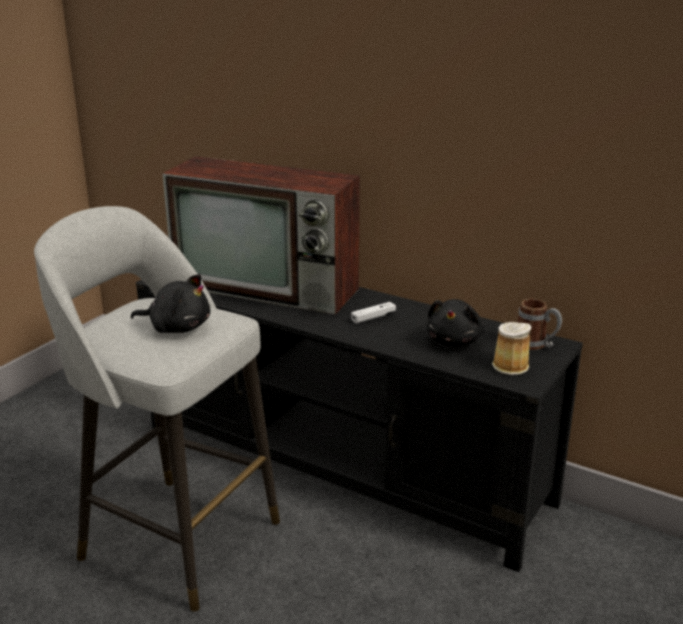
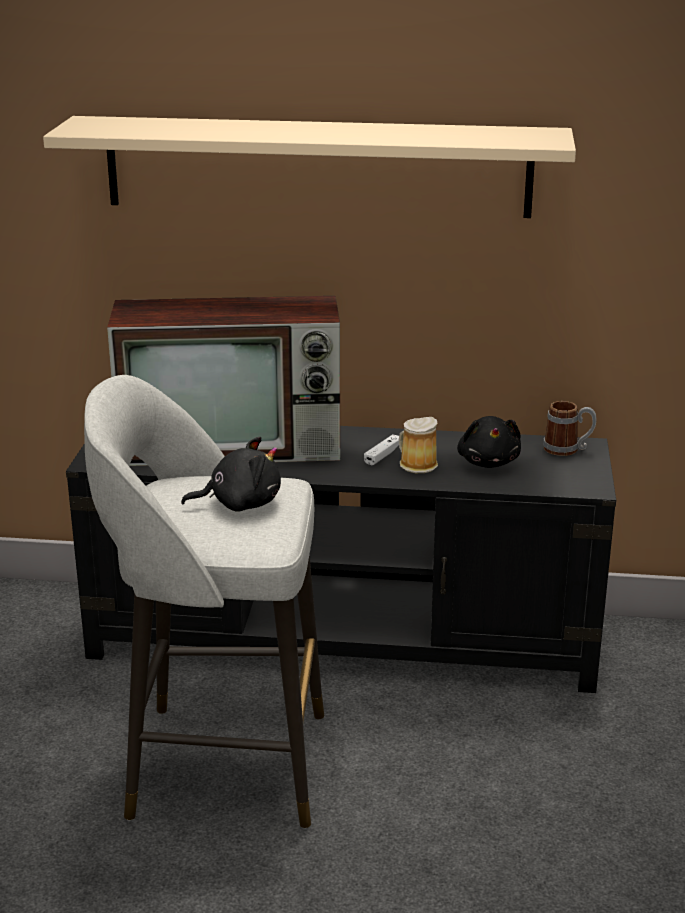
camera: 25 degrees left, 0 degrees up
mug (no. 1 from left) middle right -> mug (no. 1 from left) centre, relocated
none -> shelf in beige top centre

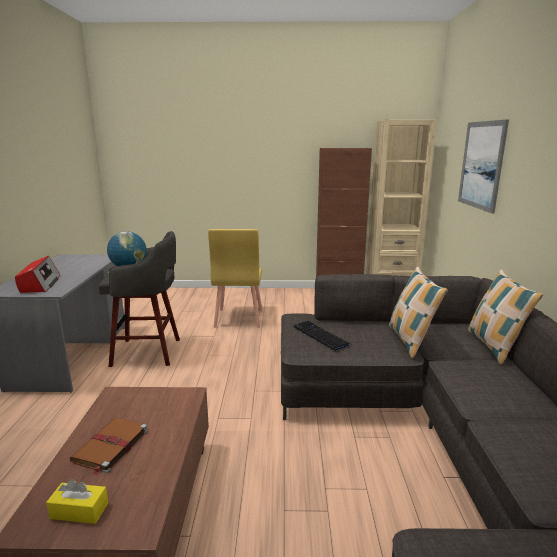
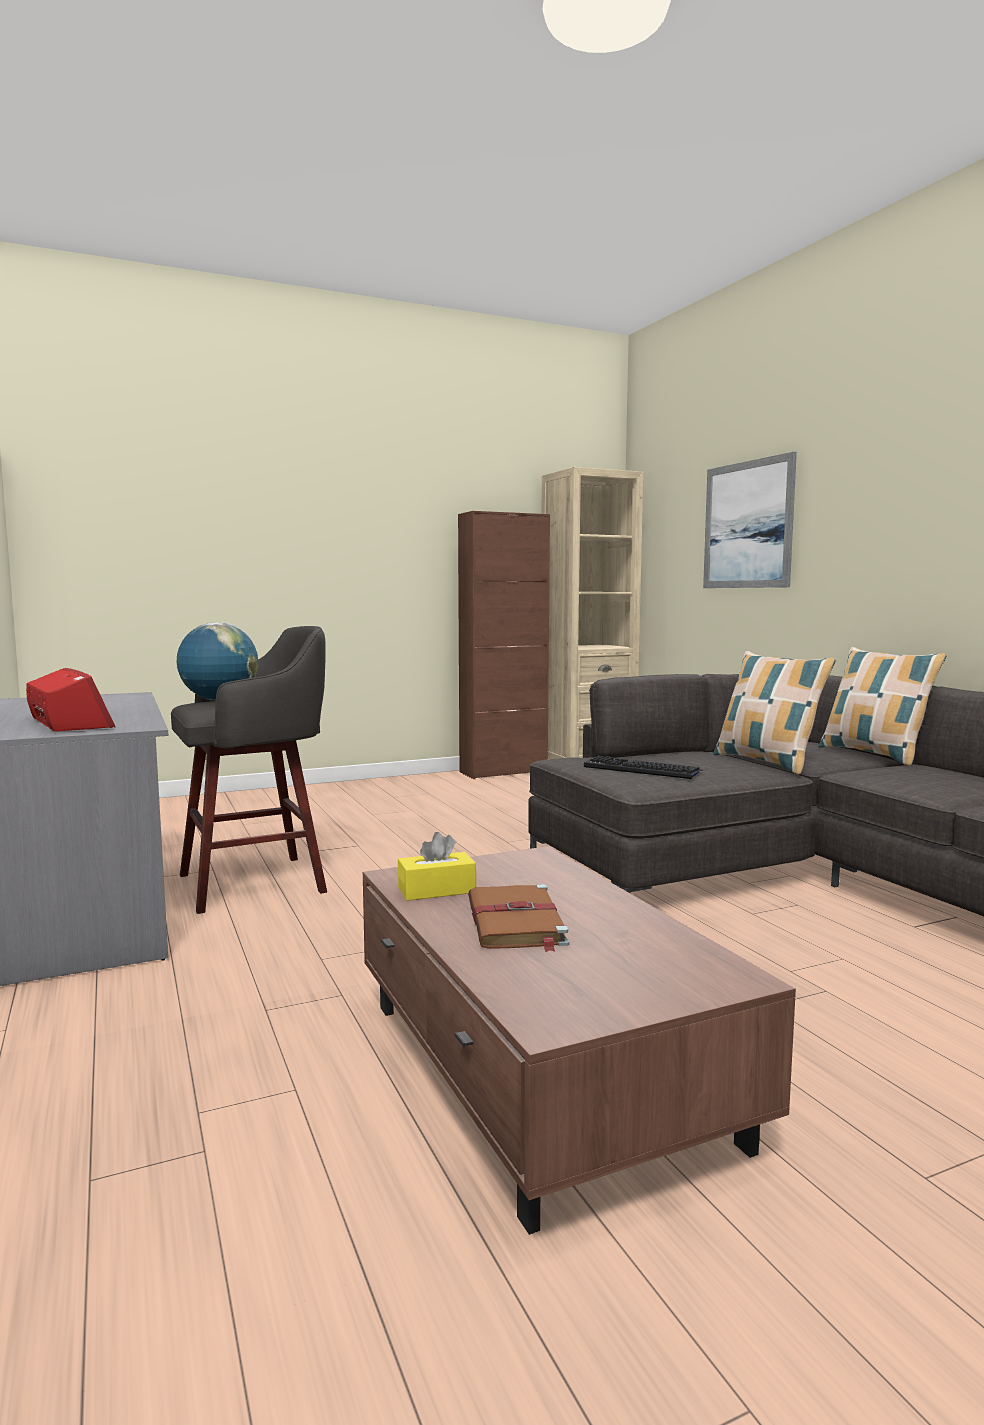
camera: 25 degrees left, 10 degrees down
chair in yellow centre -> none
tissue box in yellow bottom left -> tissue box in yellow centre, relocated

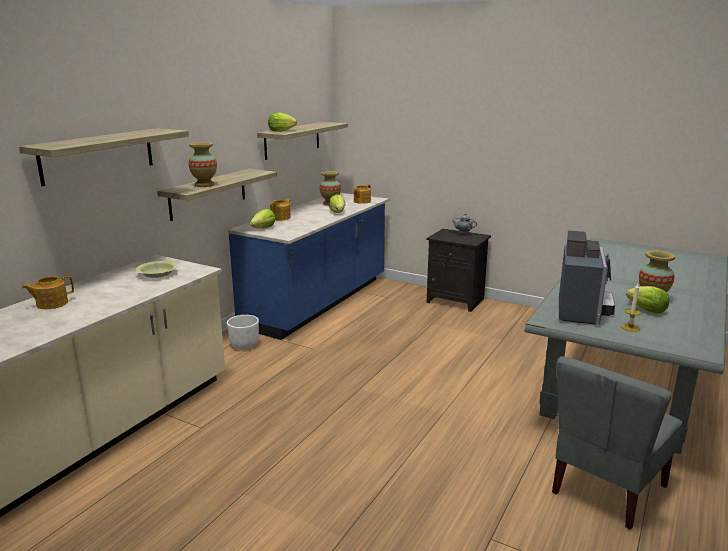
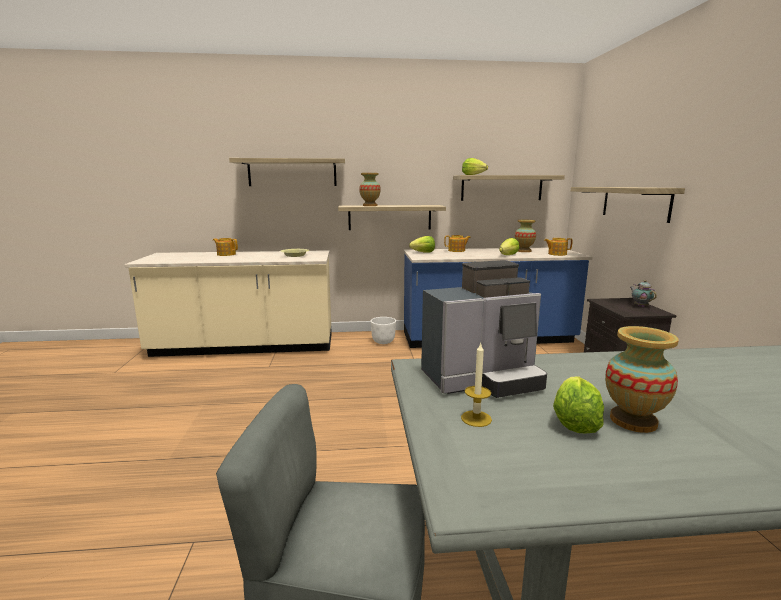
camera: 55 degrees right, 5 degrees down
none -> shelf (no. 4 from left) middle right

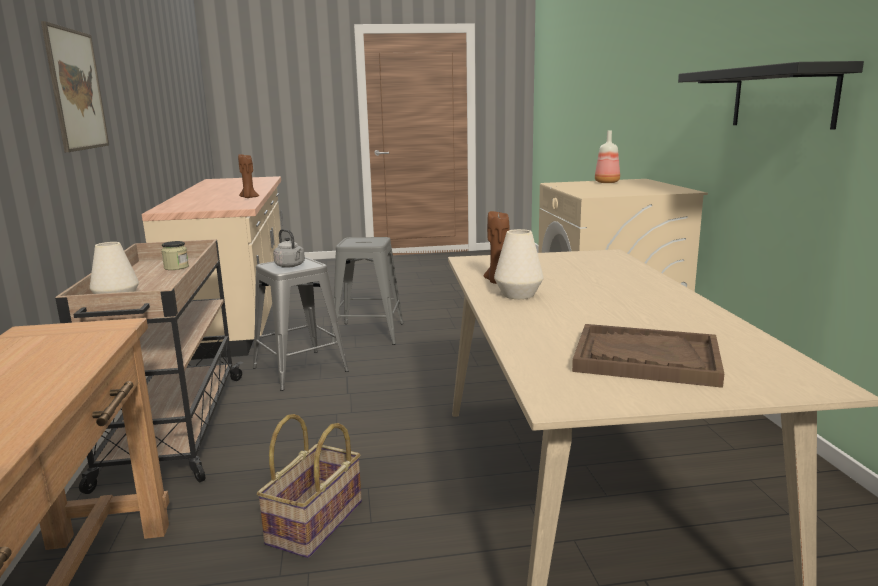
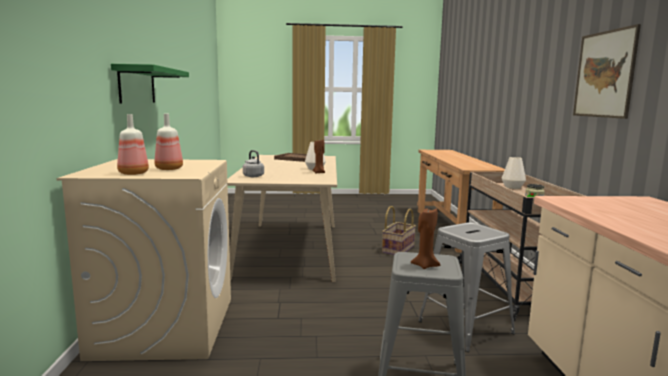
camera: 175 degrees left, 5 degrees down
shelf in black top right -> shelf in green top left
candle in brown (no. 1 from left in the first image) top left -> candle in brown (no. 2 from left) centre, relocated
kettle in grey middle left -> kettle in grey centre, relocated
none -> bottle (no. 2 from left) middle left

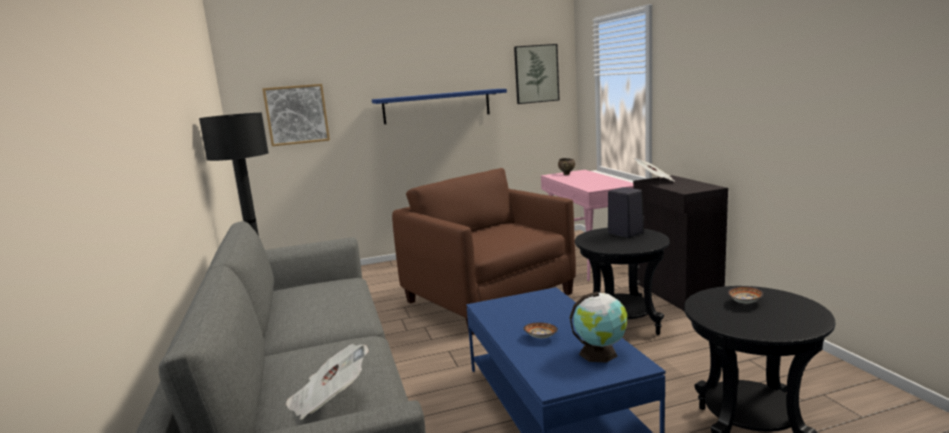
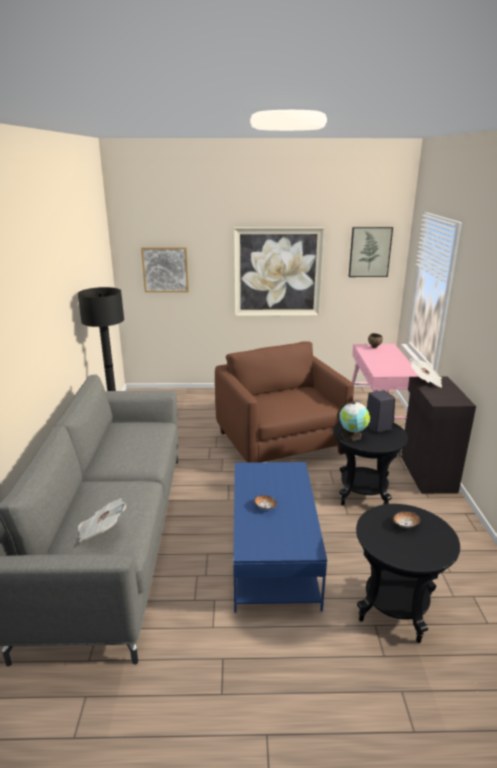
camera: 15 degrees right, 10 degrees up
shelf in blue top centre -> picture (no. 2 from left) centre
globe bottom centre -> globe middle right, relocated

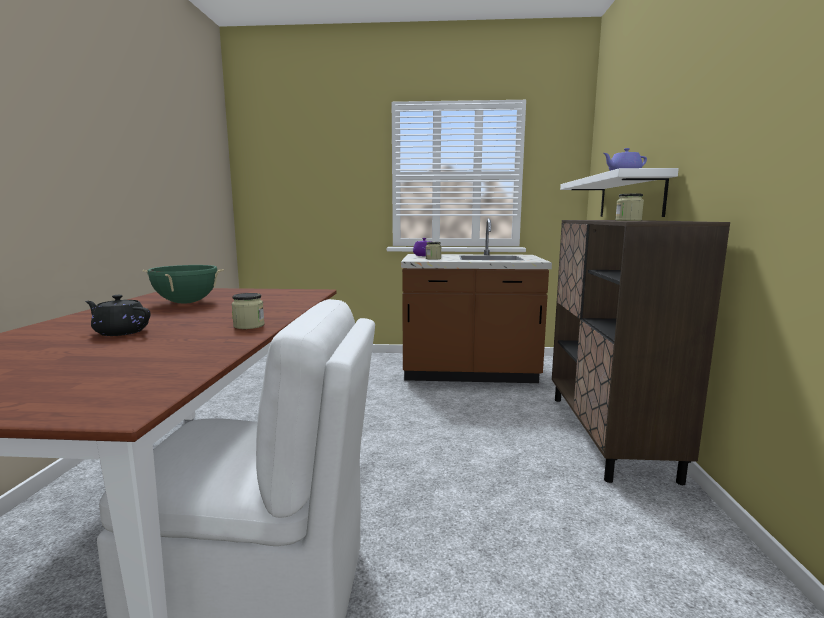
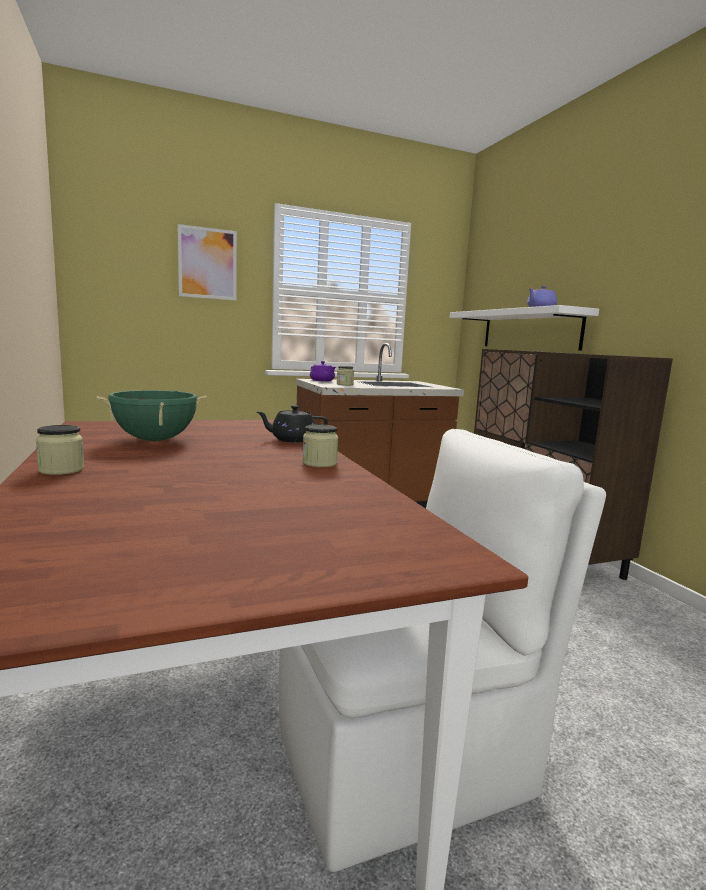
camera: 25 degrees left, 0 degrees up
jar (no. 3 from left in the first image) middle right -> jar (no. 1 from left) middle left, relocated
teapot in black middle left -> teapot in black centre, relocated
none -> picture top left

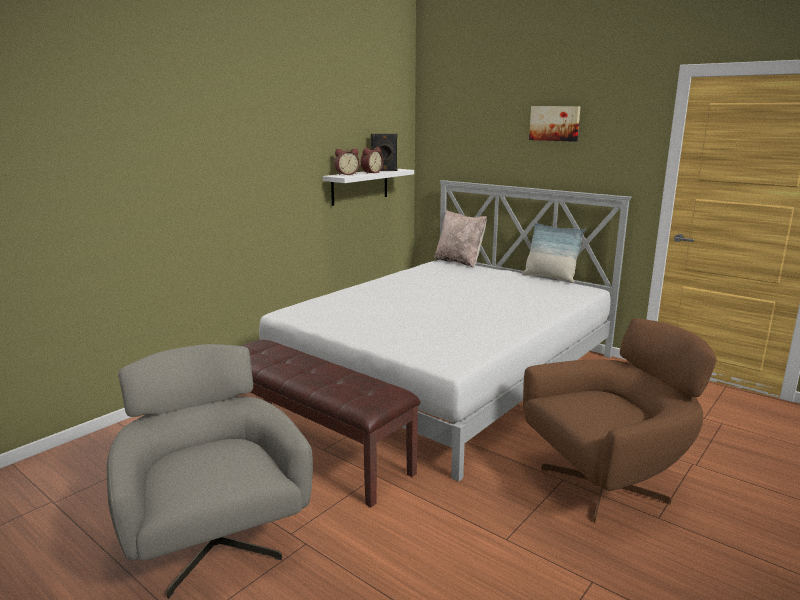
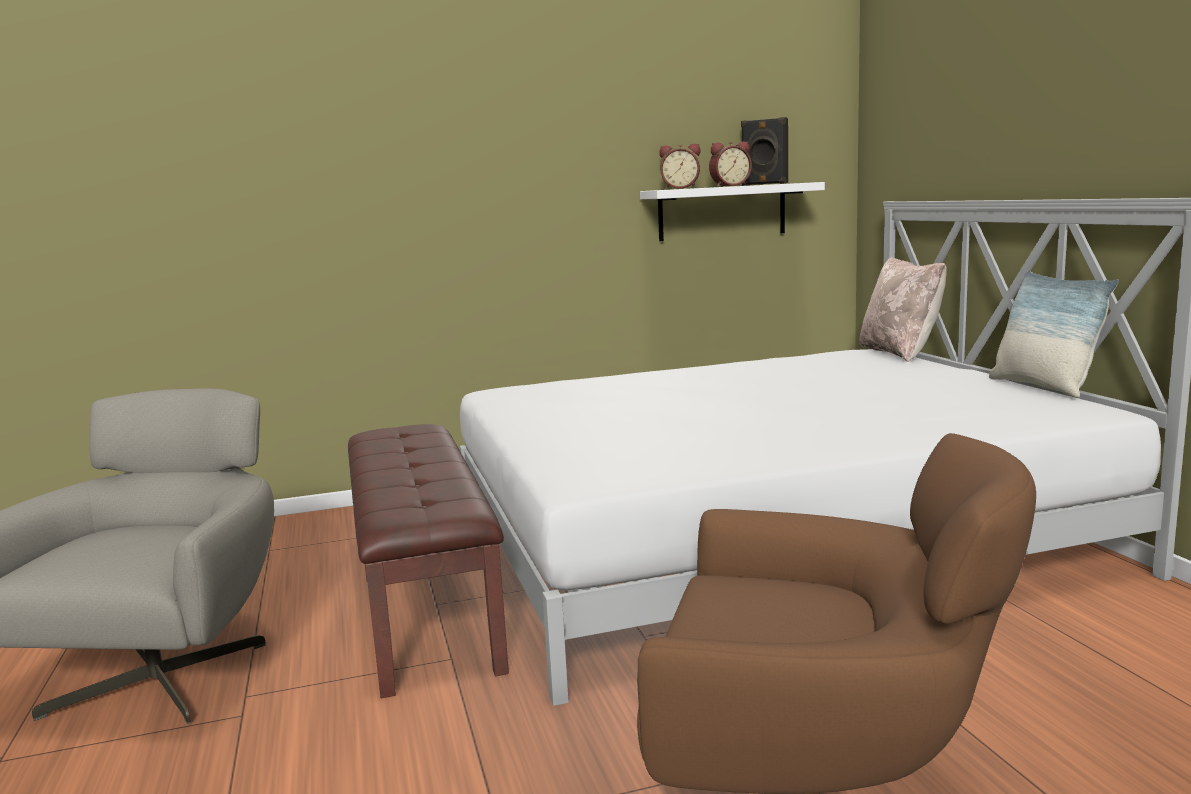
camera: 35 degrees right, 5 degrees down
picture top right -> none

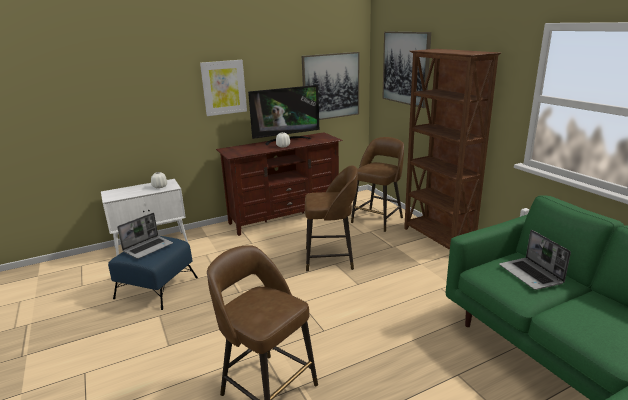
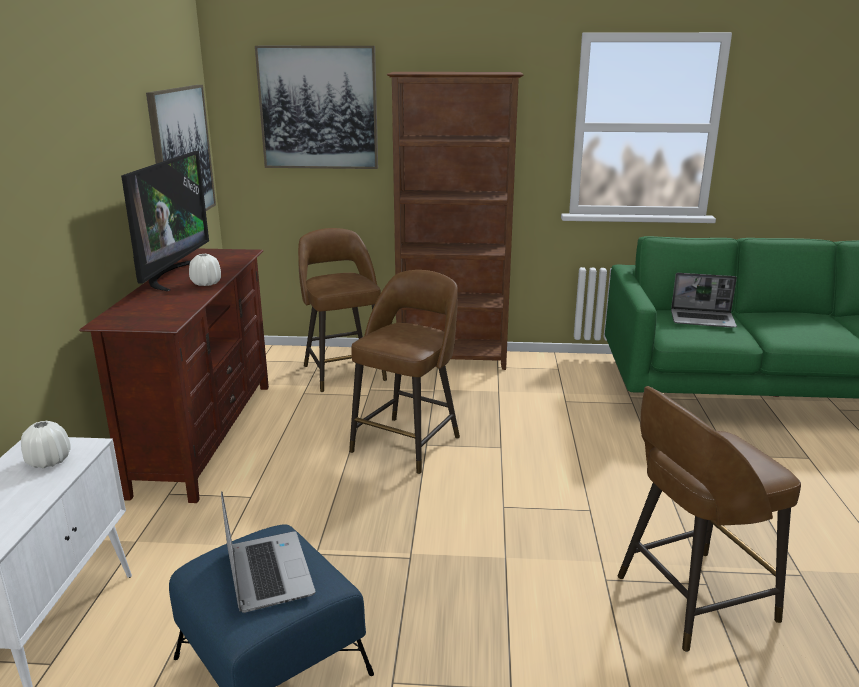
camera: 60 degrees left, 0 degrees up
picture (no. 1 from left) top centre -> none

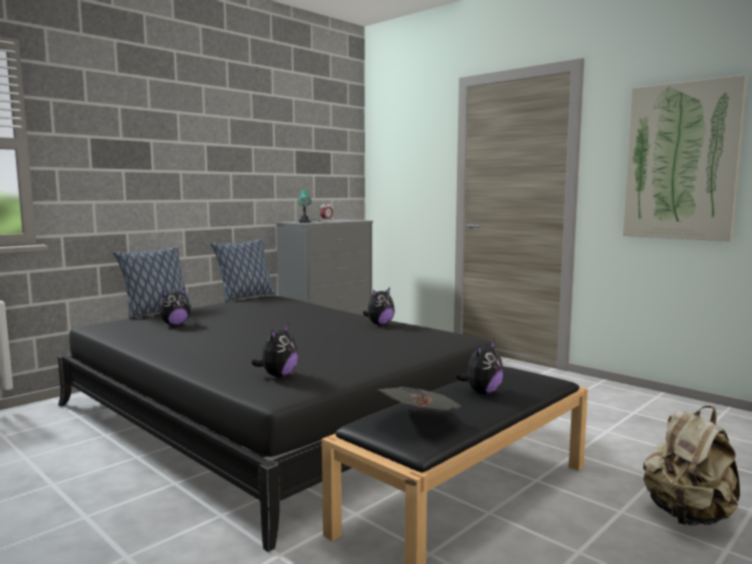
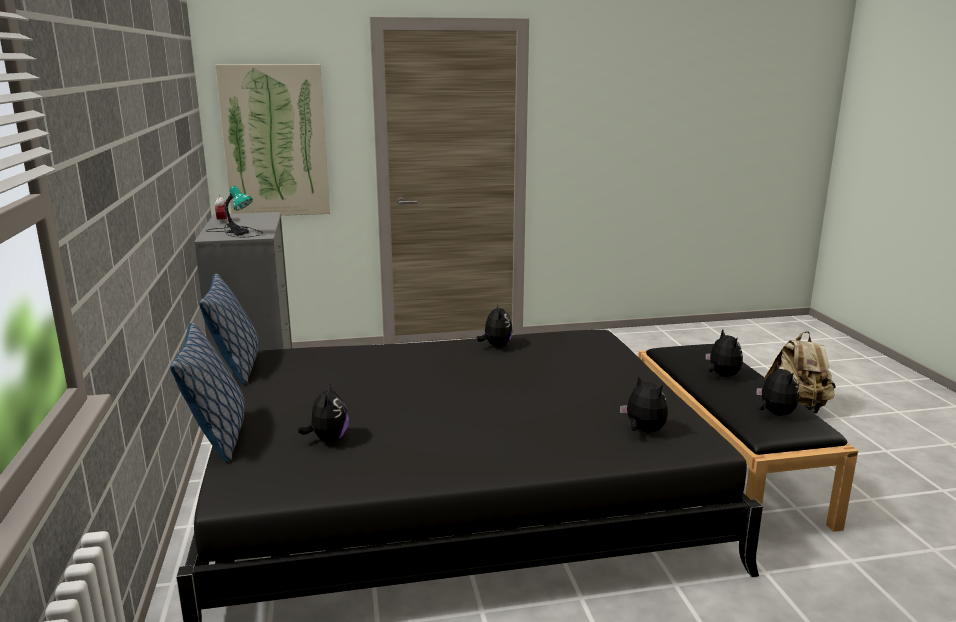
camera: 55 degrees left, 10 degrees up
picture top right -> picture top left, relocated
newspaper bottom centre -> plush toy (no. 5 from left) middle right

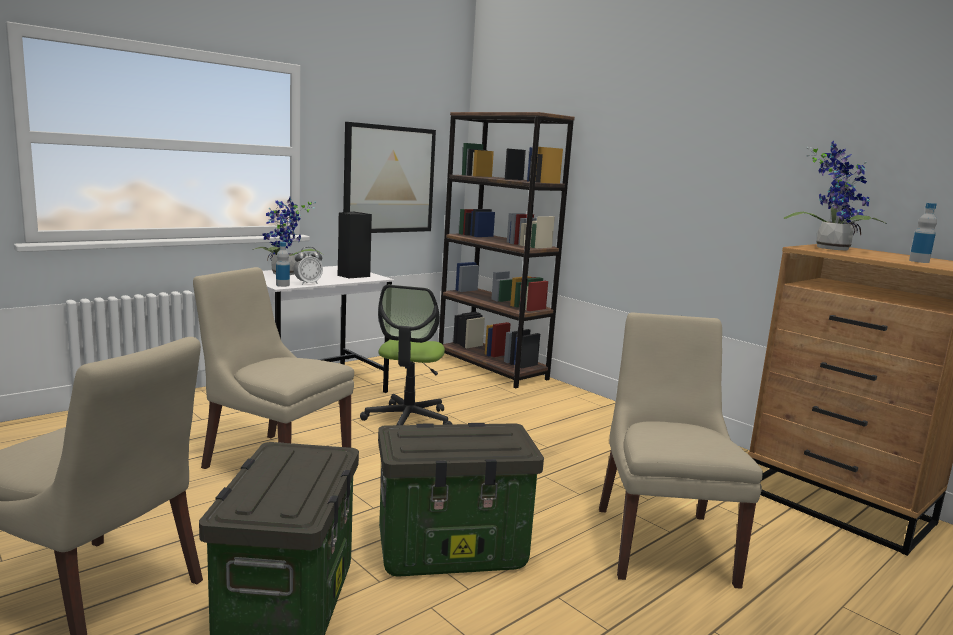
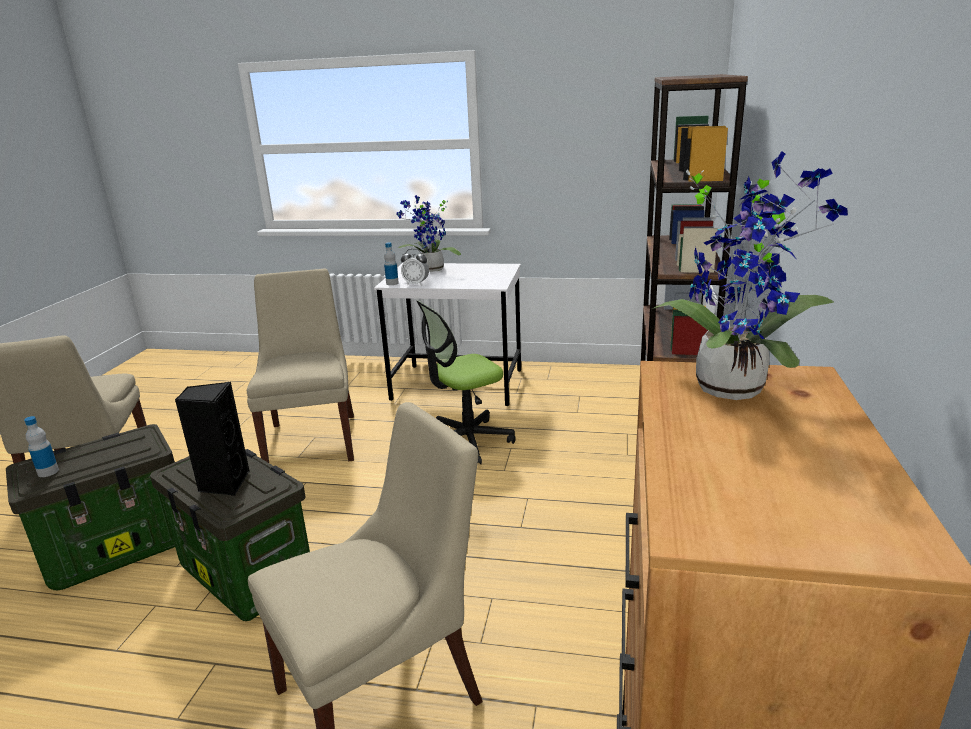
camera: 55 degrees right, 10 degrees up
picture top centre -> none
bottle (no. 2 from left in the first image) middle right -> bottle (no. 1 from left) middle left, relocated
speaker in black centre -> speaker in black middle left, relocated

